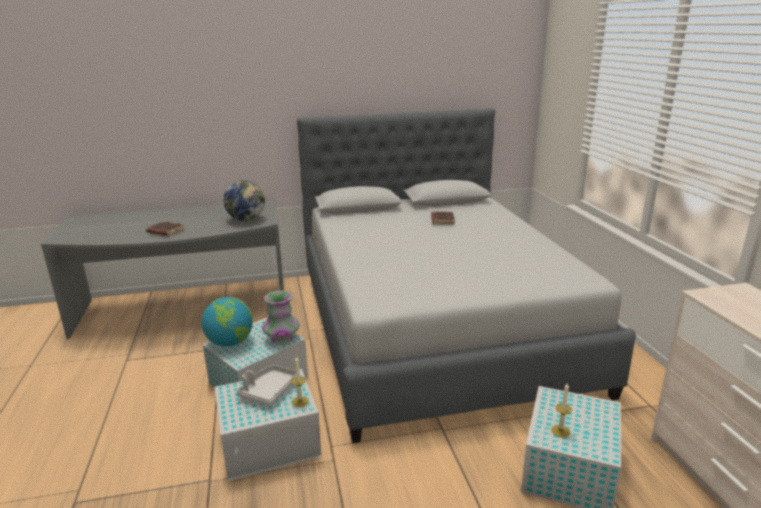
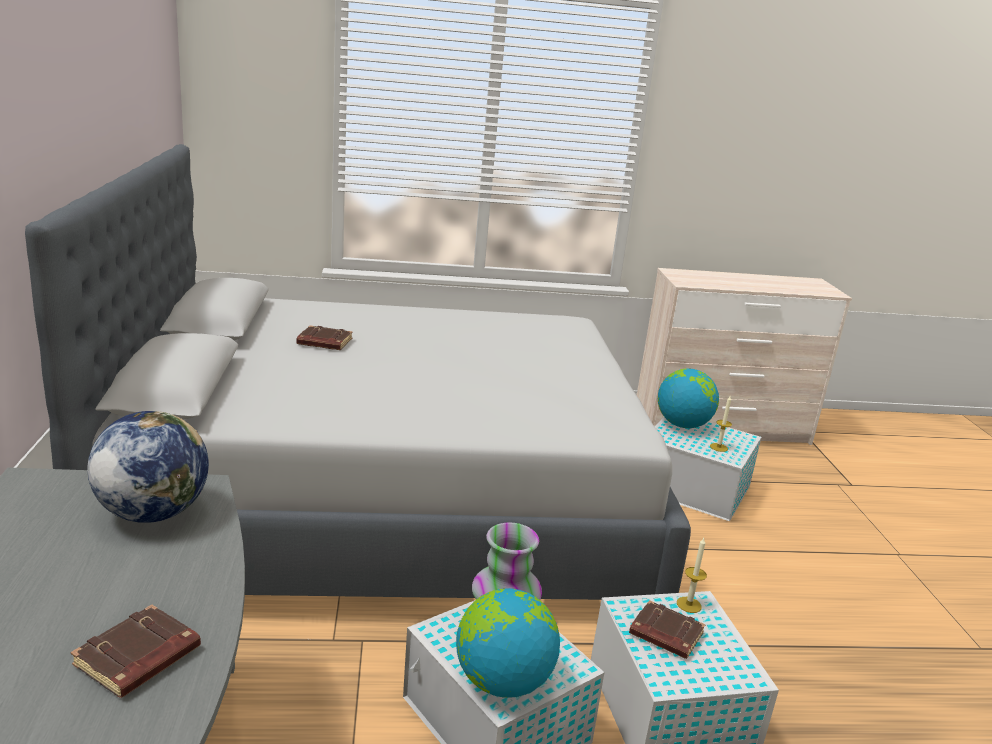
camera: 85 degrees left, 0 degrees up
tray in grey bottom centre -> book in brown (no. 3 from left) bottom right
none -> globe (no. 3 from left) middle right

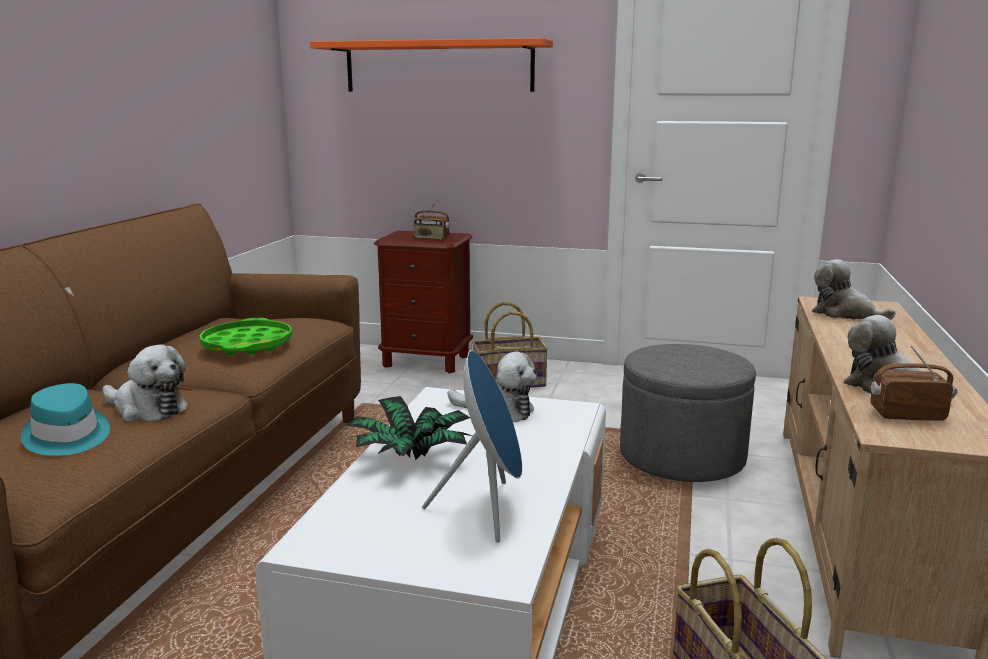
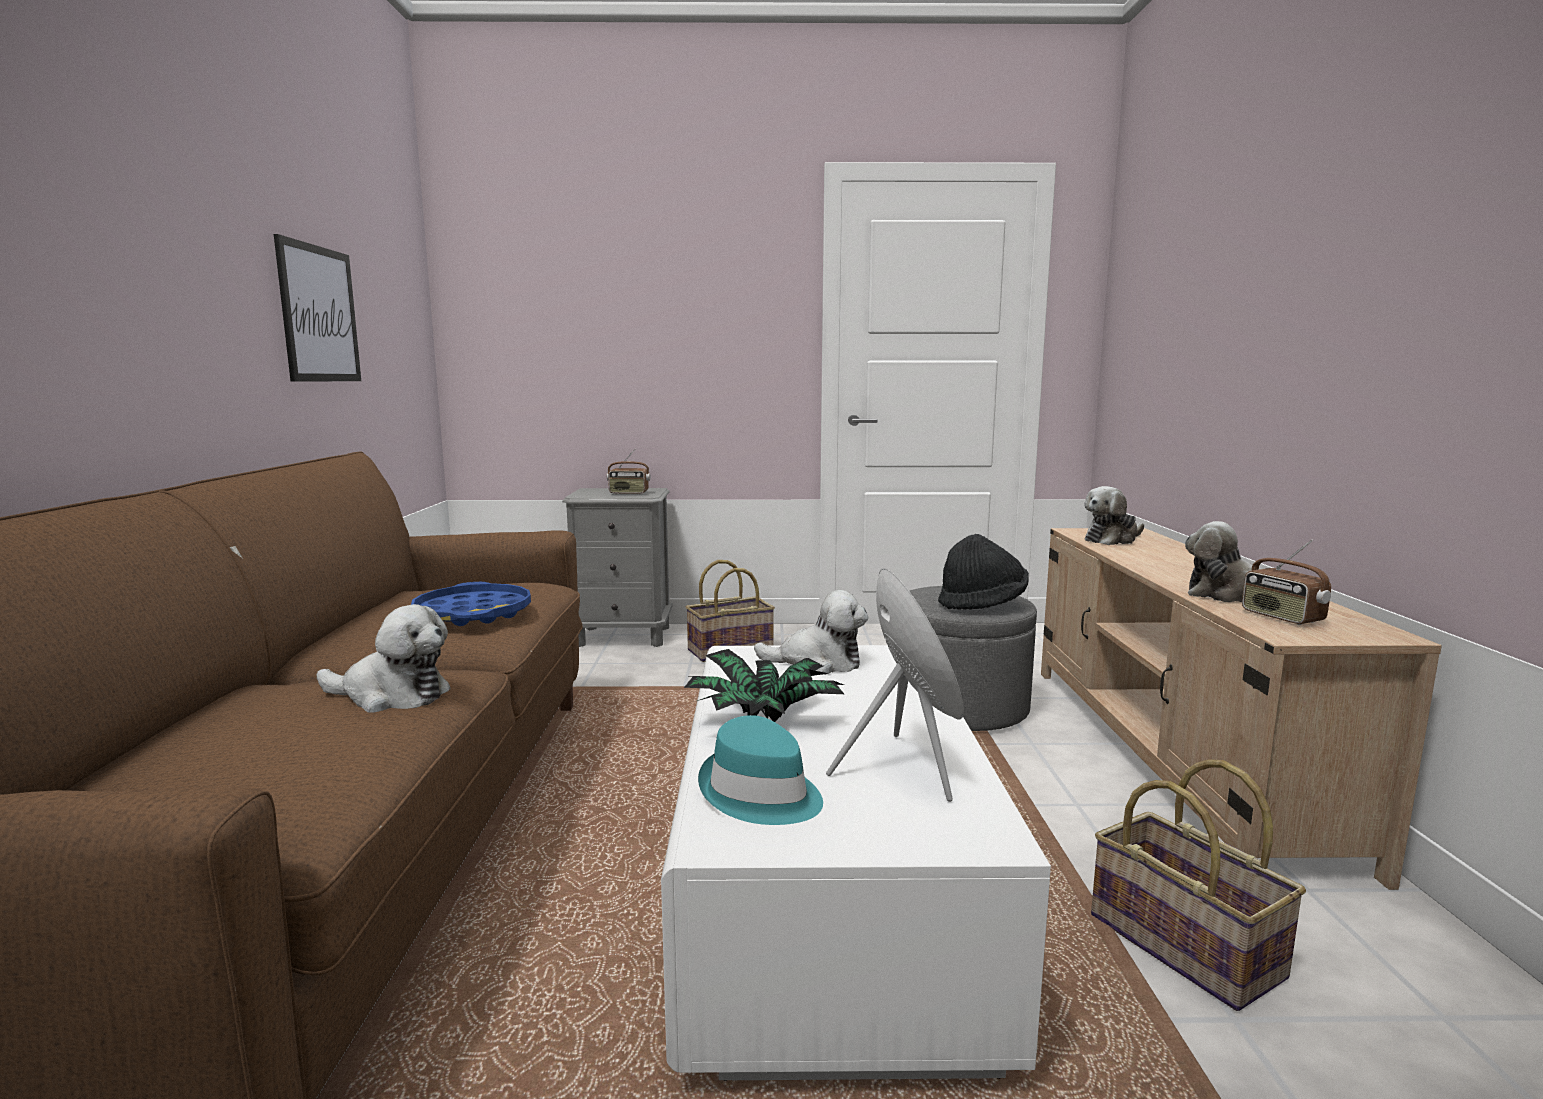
camera: 15 degrees left, 5 degrees down
shelf in orange top centre -> none
nightstand in brown centre -> nightstand in grey centre
plush toy (no. 3 from left) middle right, 60 degrees counterclockwise
tray in green middle left -> tray in blue middle left
radio (no. 2 from left) middle right, 105 degrees counterclockwise
hat in turquoise middle left -> hat in turquoise bottom centre, relocated
none -> picture top left
none -> hat in black centre

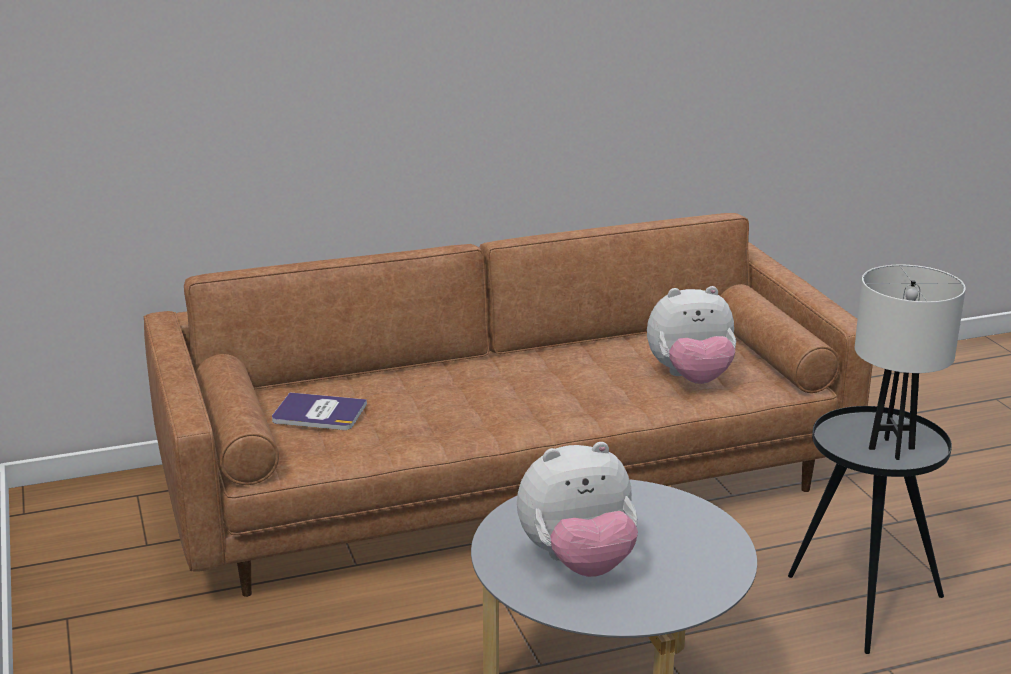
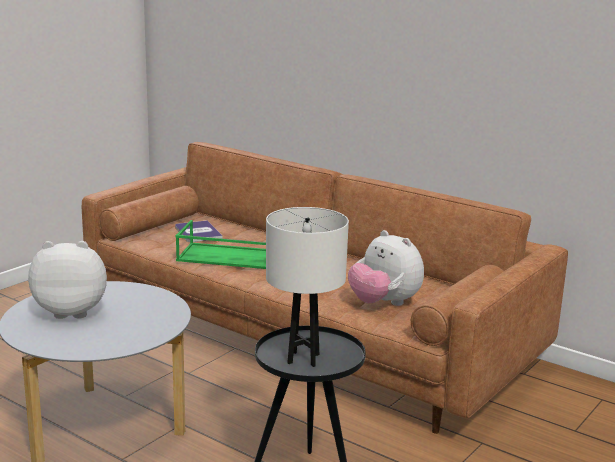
camera: 55 degrees right, 5 degrees down
plush toy (no. 1 from left) bottom centre -> plush toy (no. 1 from left) middle left, 135 degrees clockwise
none -> tray in green centre

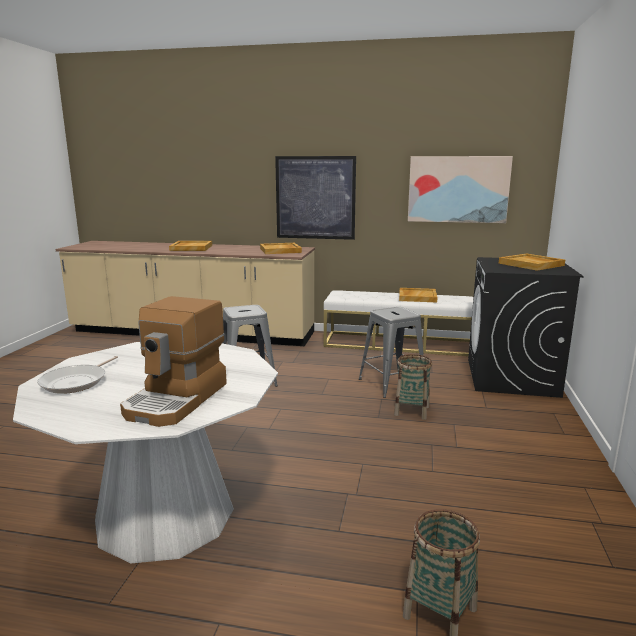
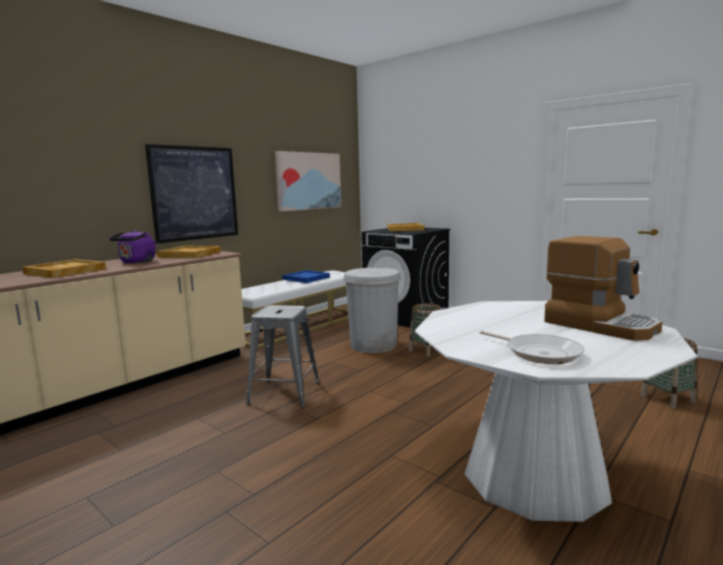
camera: 60 degrees left, 5 degrees down
tray in beige (no. 3 from left) centre -> tray in blue centre
stool in grey (no. 2 from left) centre -> trash can in white centre
none -> kettle in purple middle left

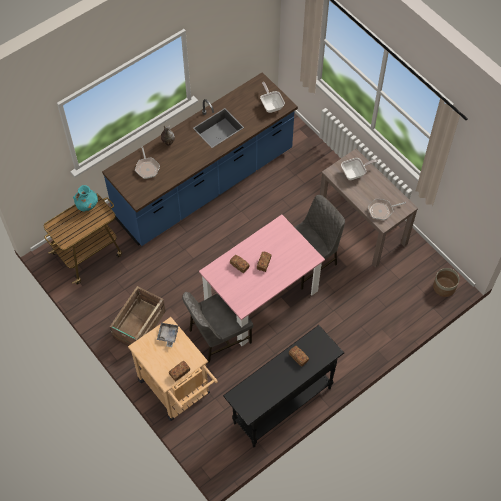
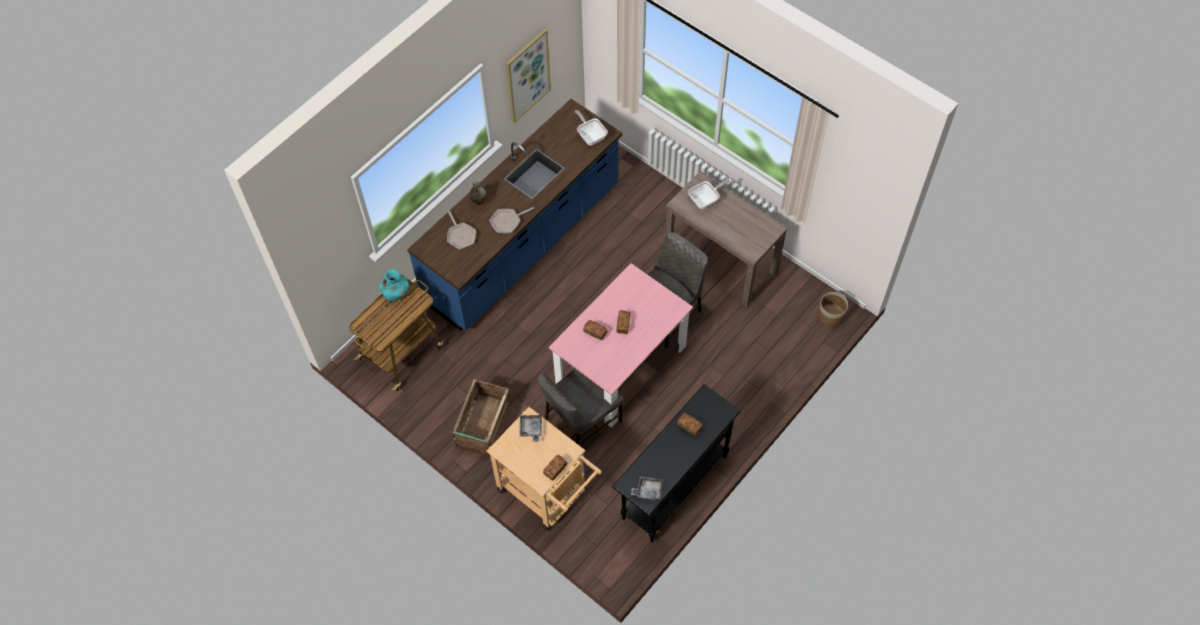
camera: 10 degrees left, 0 degrees up
frying pan (no. 4 from left in the first image) middle right -> frying pan (no. 2 from left) centre, relocated
none -> picture top centre
none -> tray in grey (no. 2 from left) bottom centre

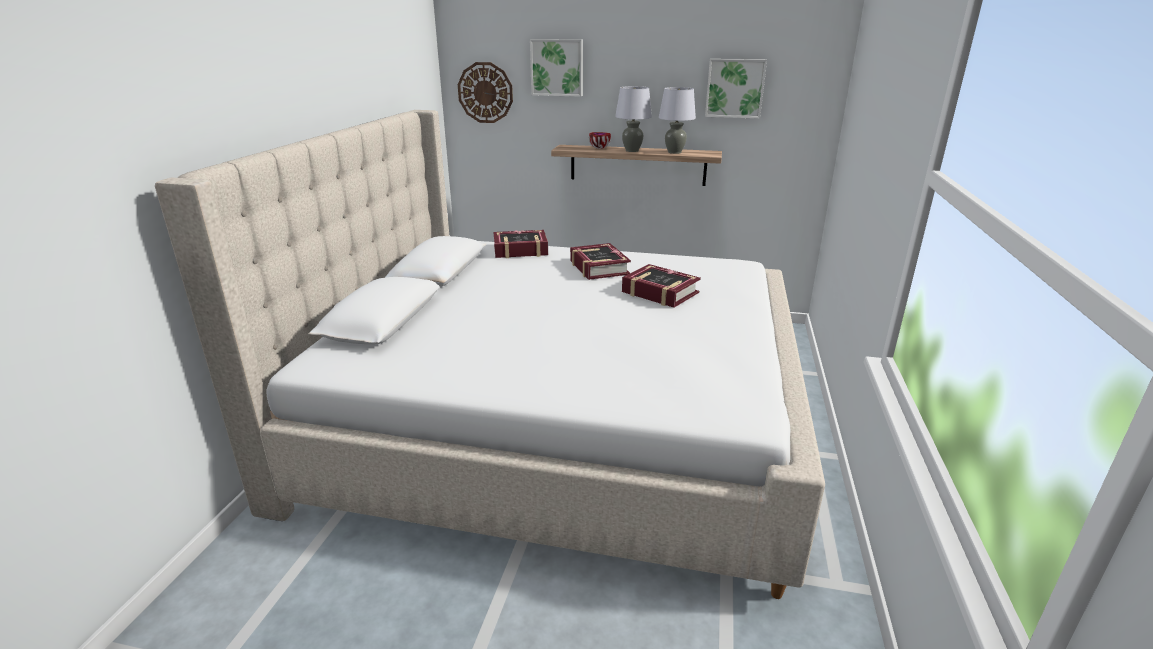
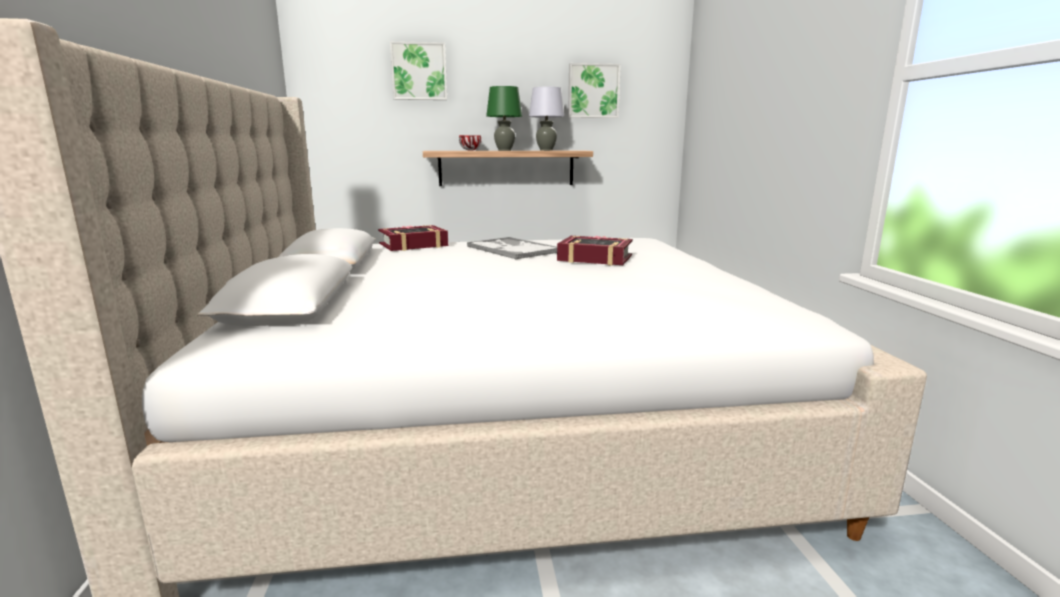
camera: 20 degrees left, 10 degrees down
wall clock top centre -> none
table lamp in grey (no. 1 from left) top centre -> table lamp in green top centre
book (no. 2 from left) centre -> tray centre

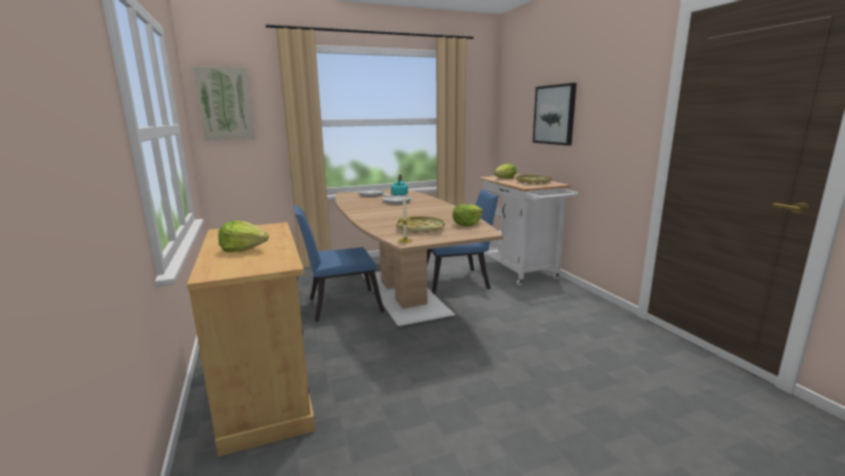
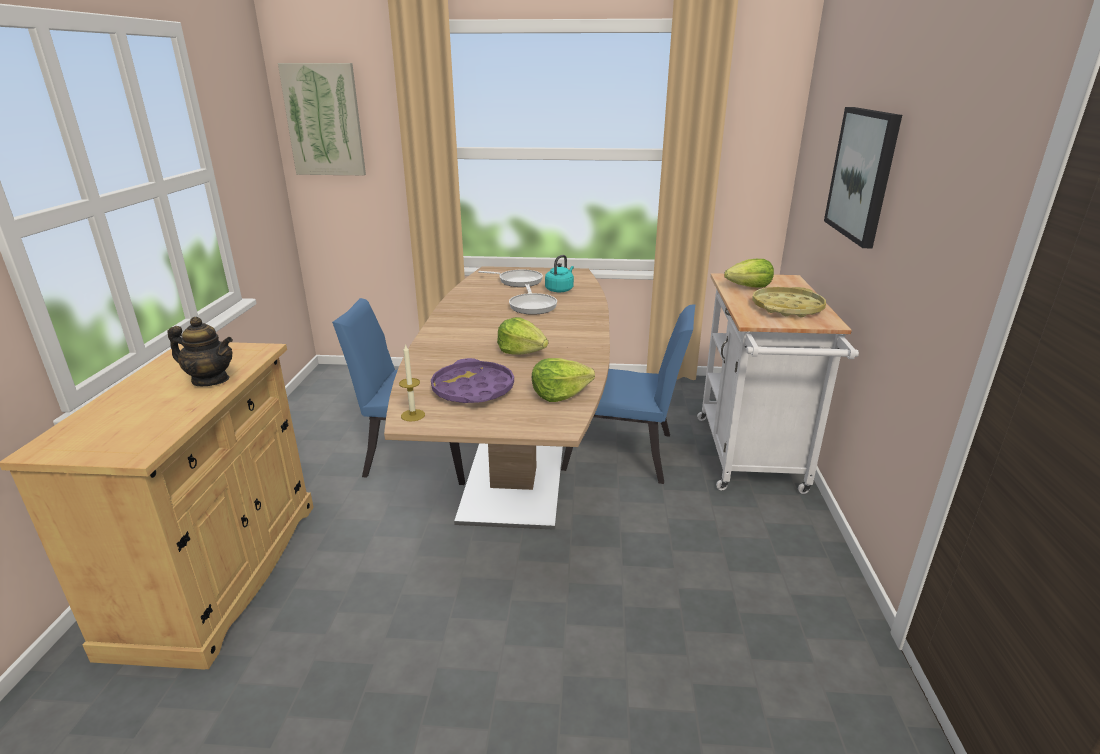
camera: 25 degrees right, 10 degrees up
tray in yellow (no. 1 from left) centre -> tray in purple centre
lettuce (no. 1 from left) middle left -> lettuce (no. 1 from left) centre, relocated
none -> teapot middle left

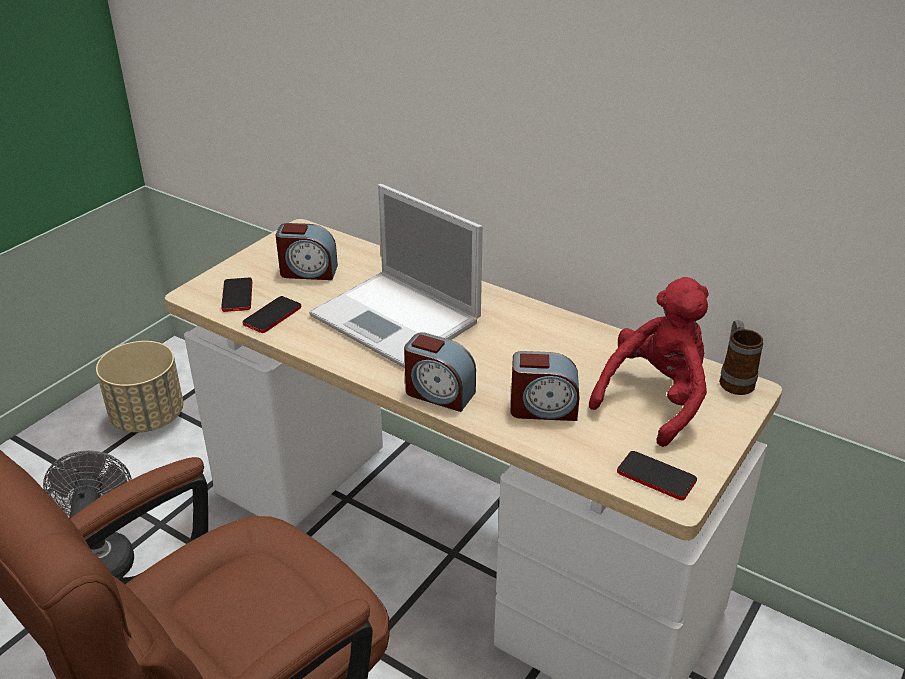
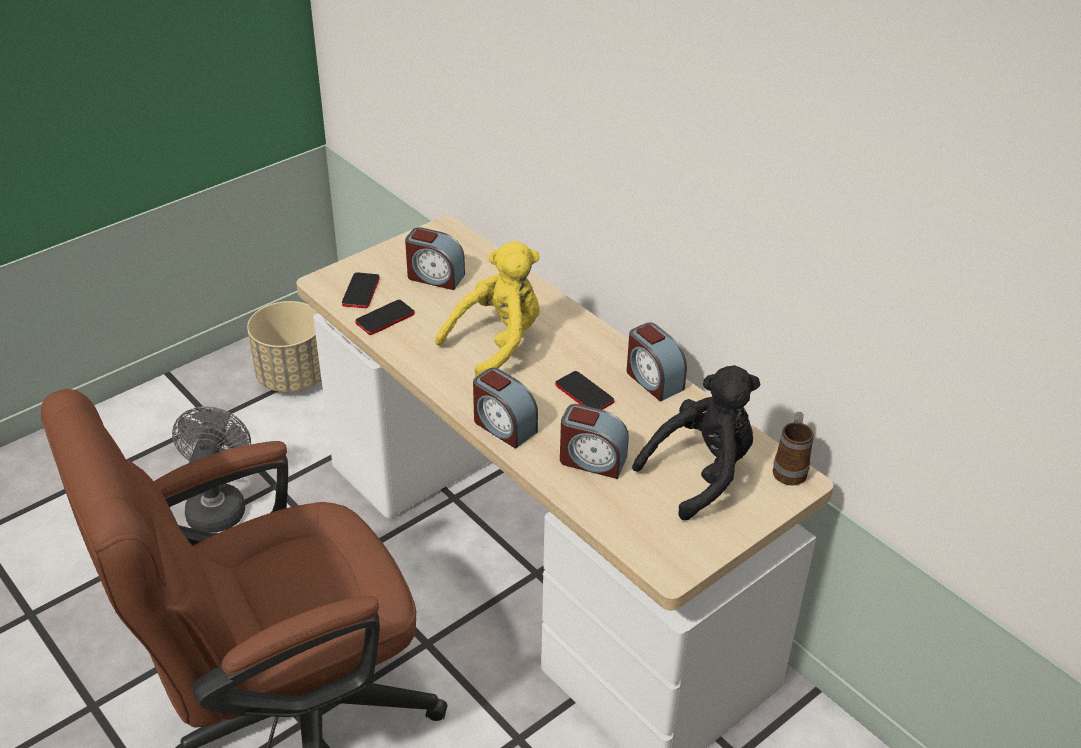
camera: 15 degrees right, 5 degrees up
laptop centre -> plush toy in yellow centre
plush toy in red middle right -> plush toy in black centre
phone (no. 3 from left) bottom right -> phone (no. 3 from left) centre, relocated
none -> alarm clock (no. 4 from left) centre

